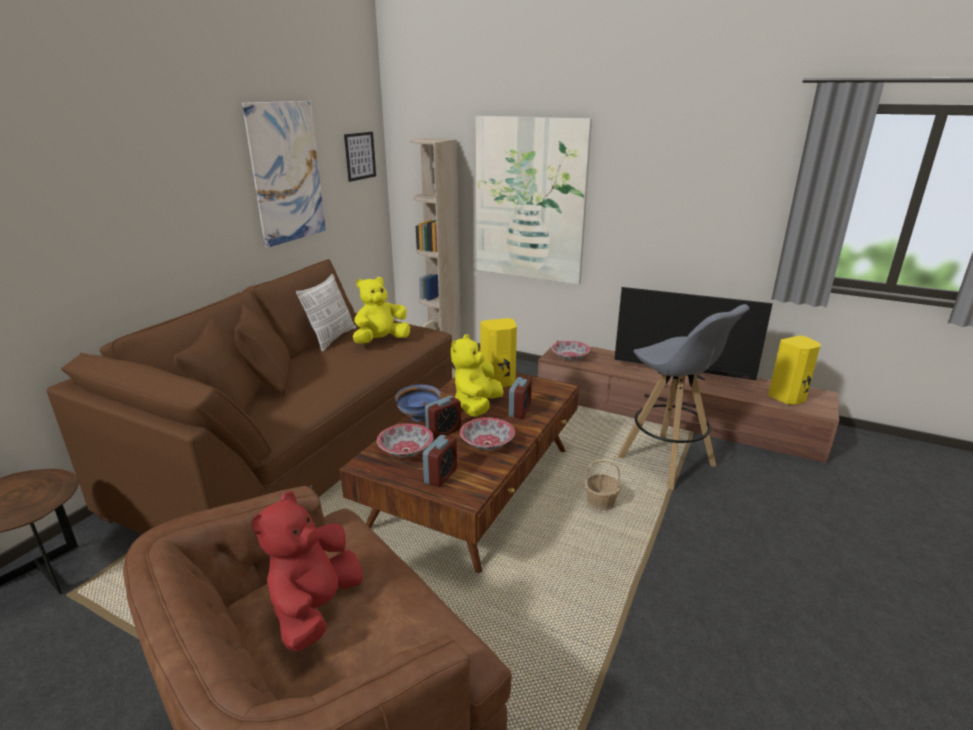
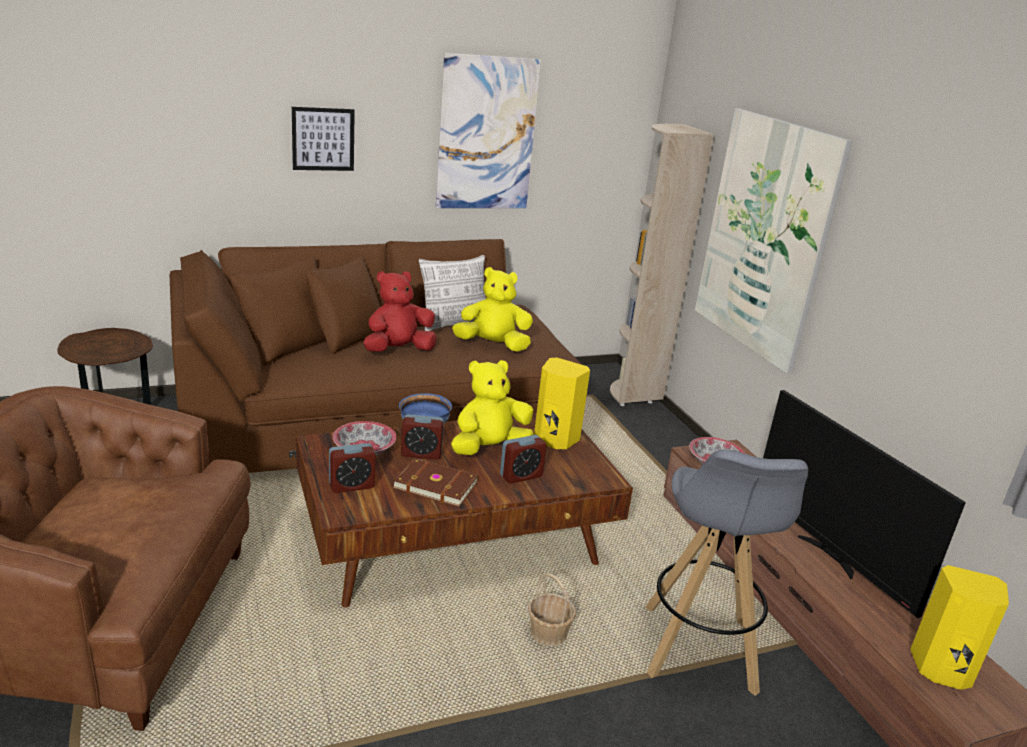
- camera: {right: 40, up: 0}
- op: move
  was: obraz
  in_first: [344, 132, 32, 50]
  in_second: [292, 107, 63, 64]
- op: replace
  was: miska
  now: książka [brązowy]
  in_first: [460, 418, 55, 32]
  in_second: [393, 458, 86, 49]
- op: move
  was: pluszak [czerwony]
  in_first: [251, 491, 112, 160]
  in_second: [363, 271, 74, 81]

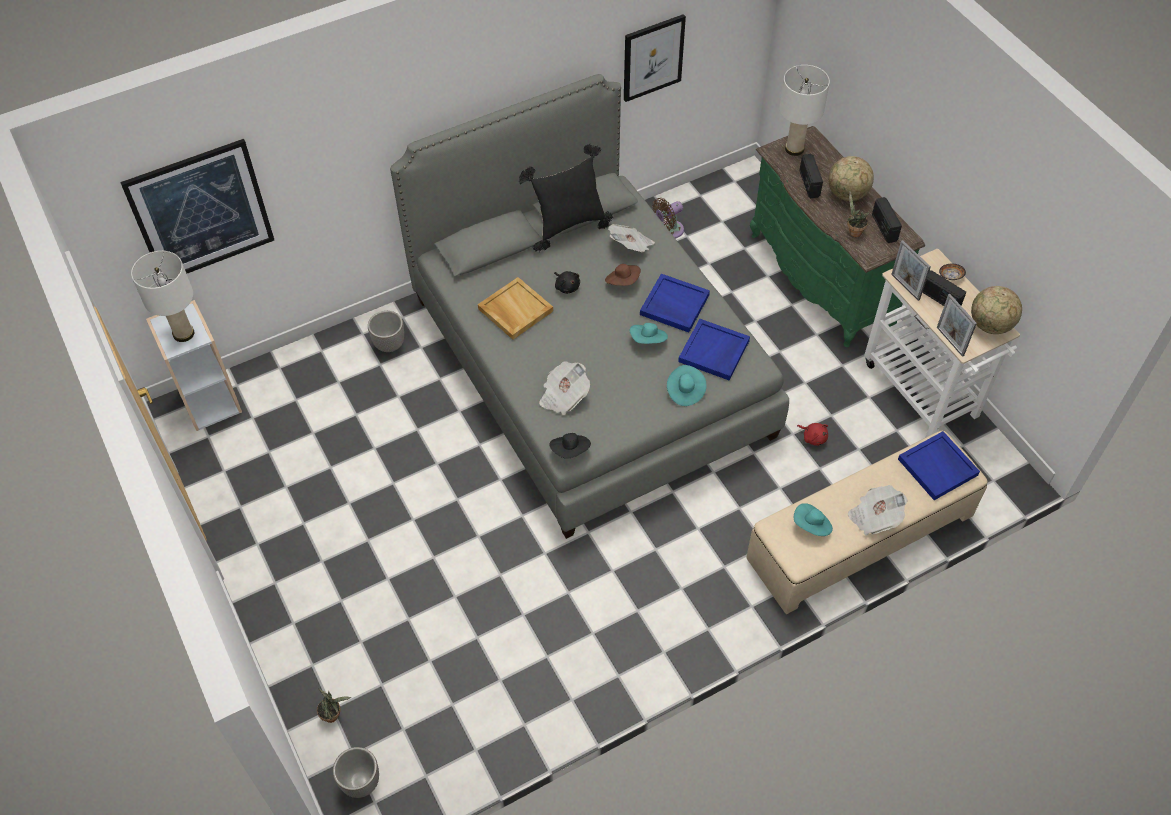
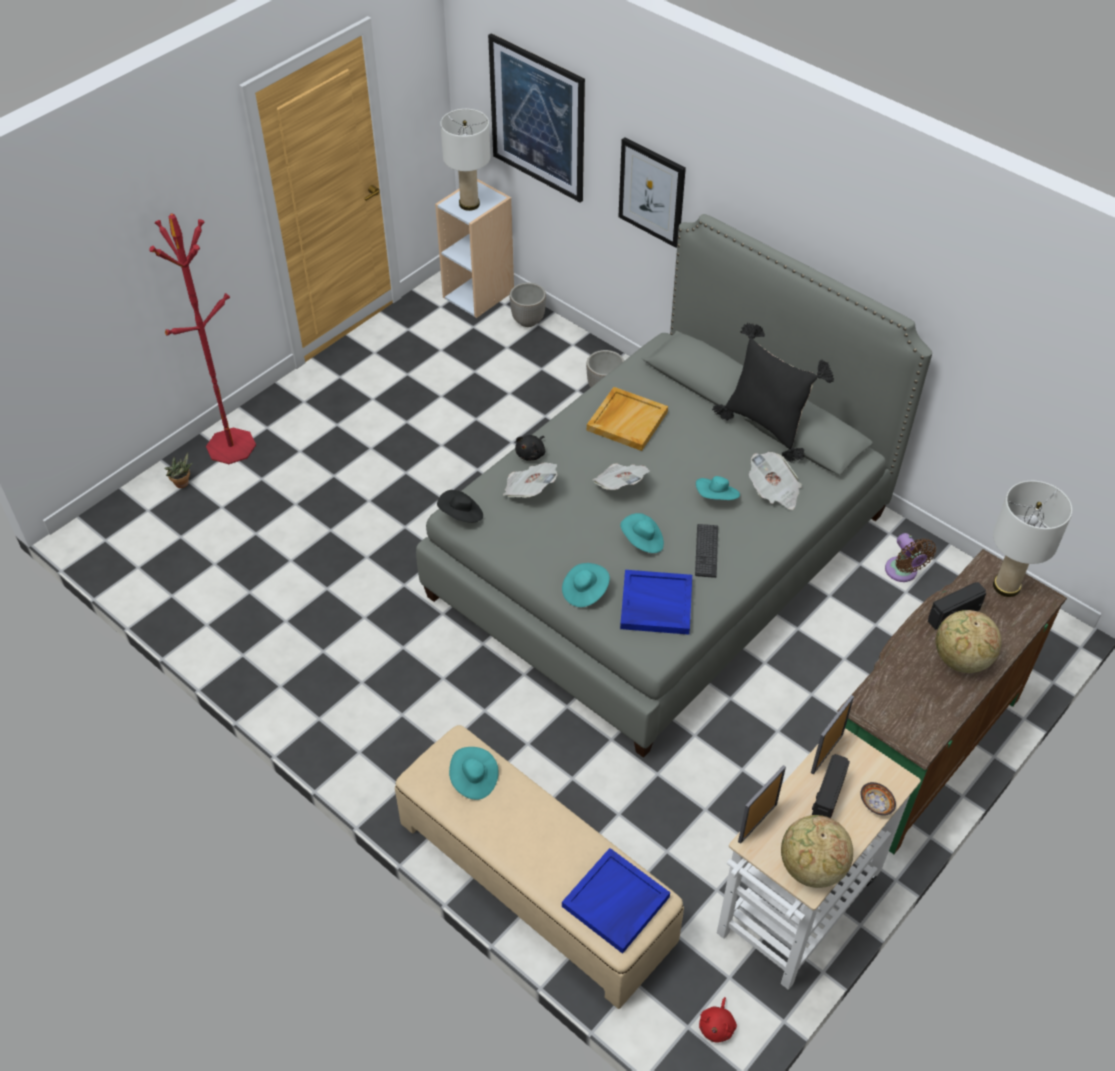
- camera: {right: 70, up: -5}
- op: move
  was: obraz
  in_first: [624, 14, 62, 88]
  in_second: [618, 137, 68, 111]
- op: delete
  was: roślina doniczkowa
  in_first: [846, 192, 24, 45]
- op: delete
  was: radio
  in_first: [872, 197, 30, 46]
- op: rotate
  was: wentylator [brązowy]
  in_first: [652, 198, 32, 40]
  in_second: [885, 533, 51, 49]
  clockwise: -150
- op: recolor
  was: kapelusz [brązowy]
  now: kapelusz [turkusowy]
  in_first: [605, 264, 36, 22]
  in_second: [696, 476, 44, 24]
- op: move
  was: pluszak [czarny]
  in_first: [554, 271, 26, 23]
  in_second: [515, 435, 30, 26]
- op: replace
  was: taca [niebieski]
  now: klawiatura
  in_first: [640, 274, 70, 58]
  in_second: [695, 524, 23, 54]
- op: move
  was: pluszak [czerwony]
  in_first: [797, 423, 31, 23]
  in_second: [699, 997, 38, 46]
- op: move
  was: gazeta
  in_first: [848, 485, 60, 51]
  in_second: [593, 463, 57, 27]
- op: move
  was: donica
  in_first: [333, 747, 46, 51]
  in_second: [509, 283, 37, 44]
- op: insert
  now: wieszak [czerwony]
  in_second: [149, 214, 107, 250]

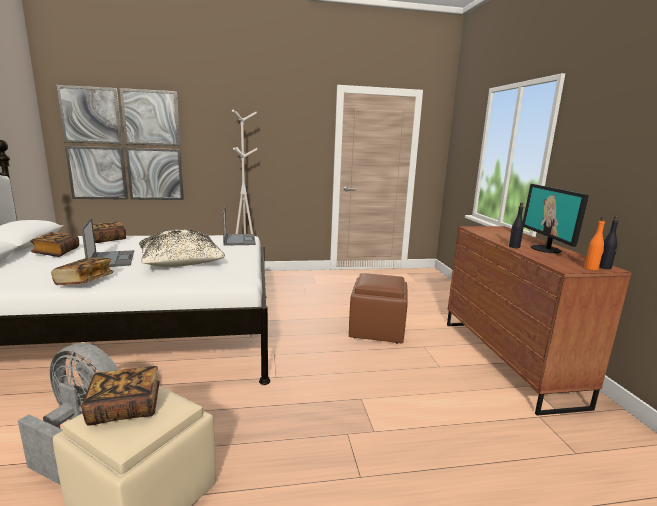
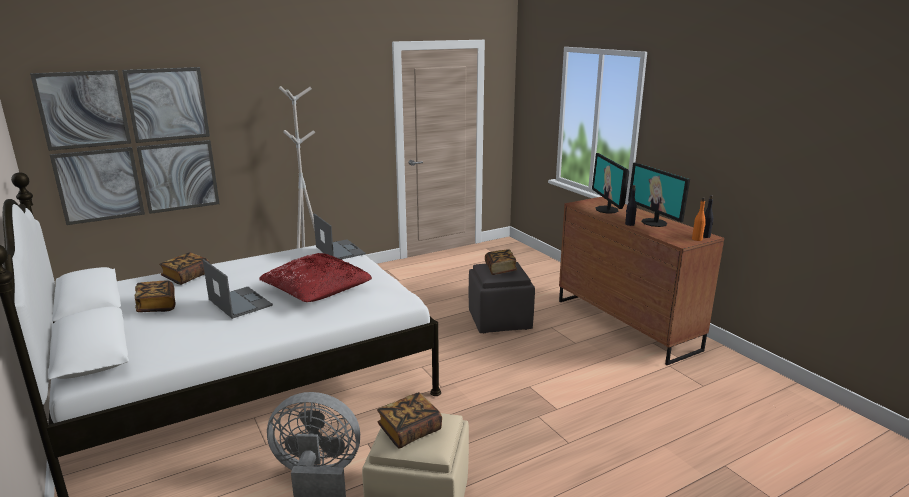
- camera: {right: -20, up: 5}
- op: recolor
  was: poduszka [beżowy]
  now: poduszka [czerwony]
  in_first: [138, 230, 87, 37]
  in_second: [259, 253, 113, 49]
- op: move
  was: książka
  in_first: [51, 258, 62, 27]
  in_second: [485, 249, 32, 26]
- op: recolor
  was: pufa [brązowy]
  now: pufa [szary]
  in_first: [349, 273, 59, 70]
  in_second: [469, 262, 66, 71]
- op: insert
  now: monitor
  in_second: [592, 153, 37, 61]

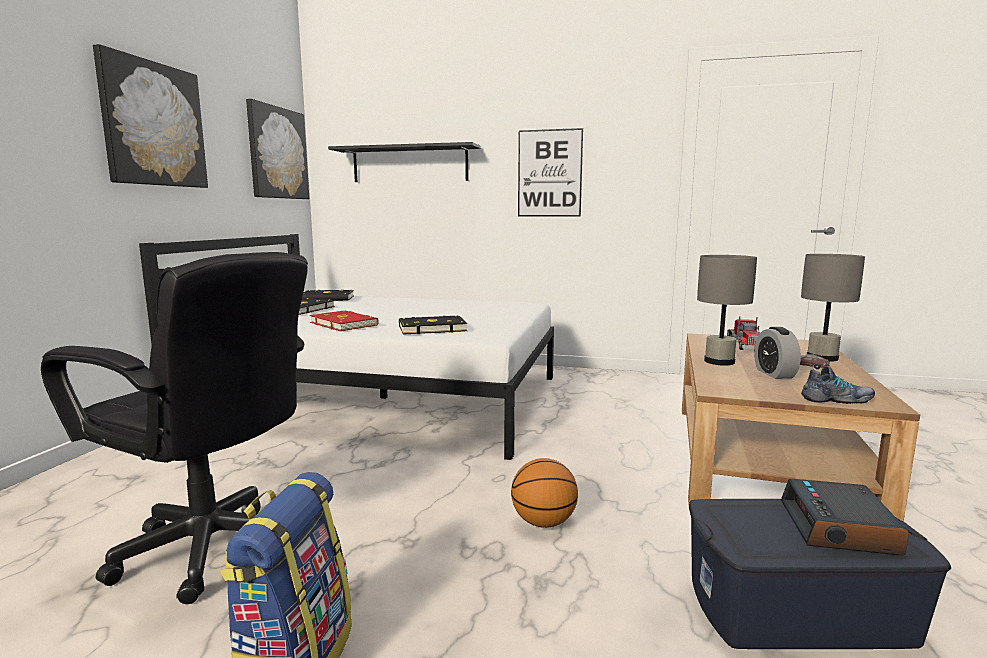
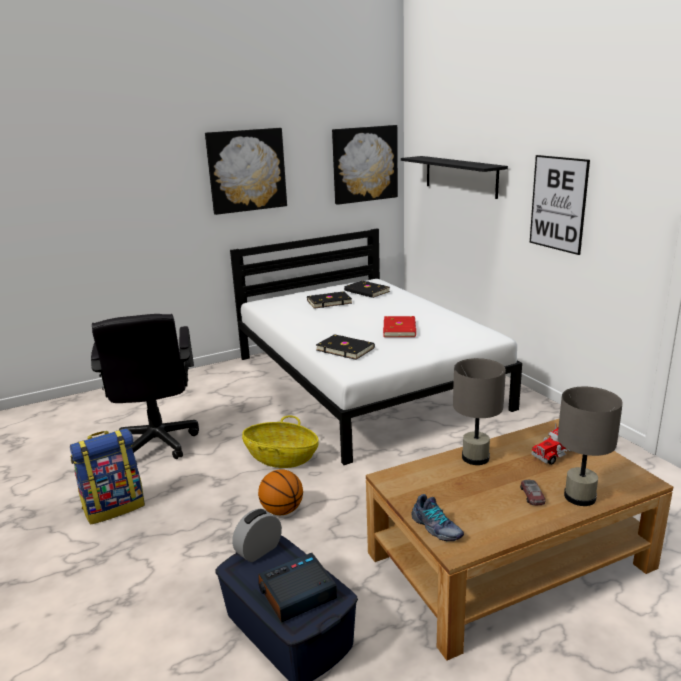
- camera: {right: 50, up: 10}
- op: move
  was: książka [czerwony]
  in_first: [310, 310, 69, 21]
  in_second: [383, 316, 33, 21]
- op: move
  was: budzik
  in_first: [754, 327, 47, 52]
  in_second: [232, 509, 50, 53]
- op: insert
  now: koszyk
  in_second: [242, 416, 77, 52]

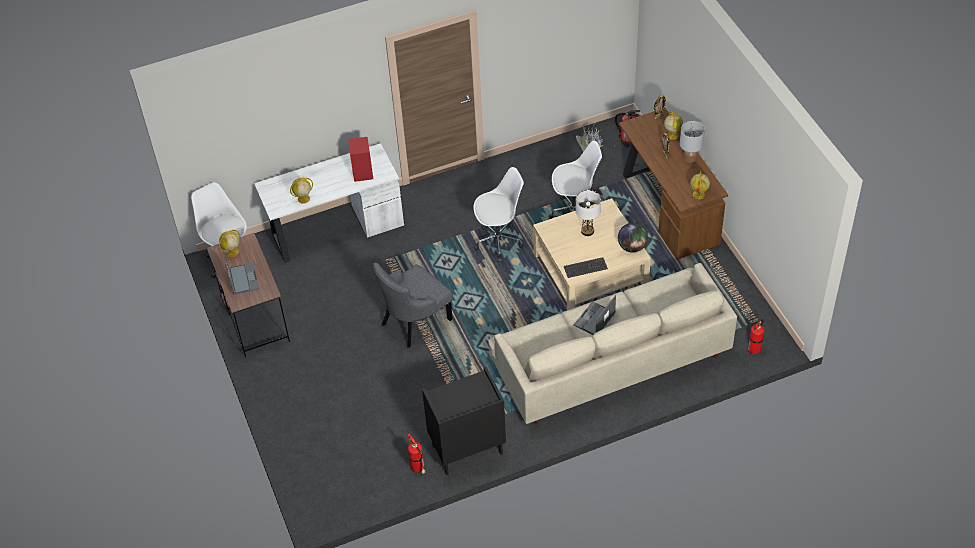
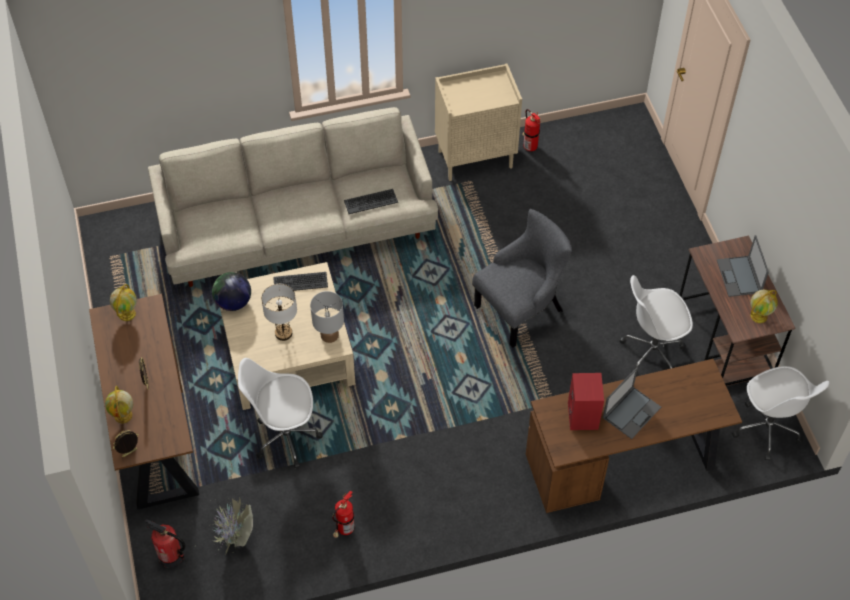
- camera: {right: -175, up: 5}
- op: move
  was: lampa stołowa [szary]
  in_first: [680, 121, 25, 42]
  in_second: [310, 291, 34, 52]
- op: recolor
  was: biurko [biały]
  now: biurko [brązowy]
  in_first: [254, 143, 150, 120]
  in_second: [526, 359, 216, 154]
- op: move
  was: krzesło biurowe [biały]
  in_first: [473, 167, 51, 95]
  in_second: [619, 275, 74, 97]
- op: delete
  was: globus
  in_first: [290, 178, 23, 26]
- op: move
  was: laptop
  in_first: [574, 295, 42, 40]
  in_second: [603, 367, 58, 72]
- op: move
  was: gaśnica
  in_first: [748, 319, 16, 36]
  in_second: [332, 491, 22, 47]
- op: recolor
  was: szafka [czarny]
  now: szafka [beżowy]
  in_first: [422, 366, 84, 109]
  in_second: [435, 63, 87, 118]
- op: insert
  now: klawiatura
  in_second: [344, 189, 54, 25]

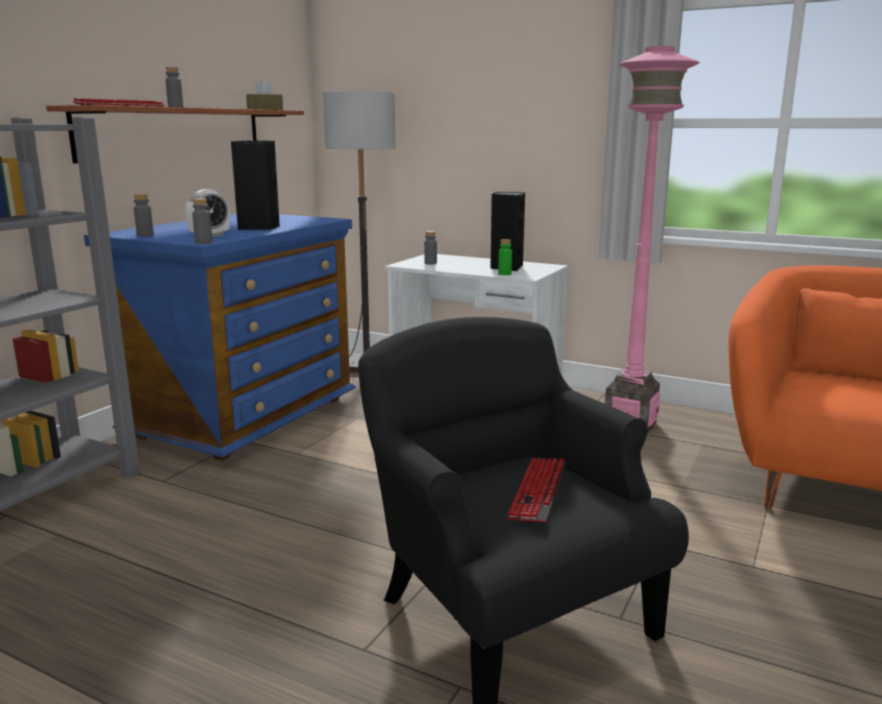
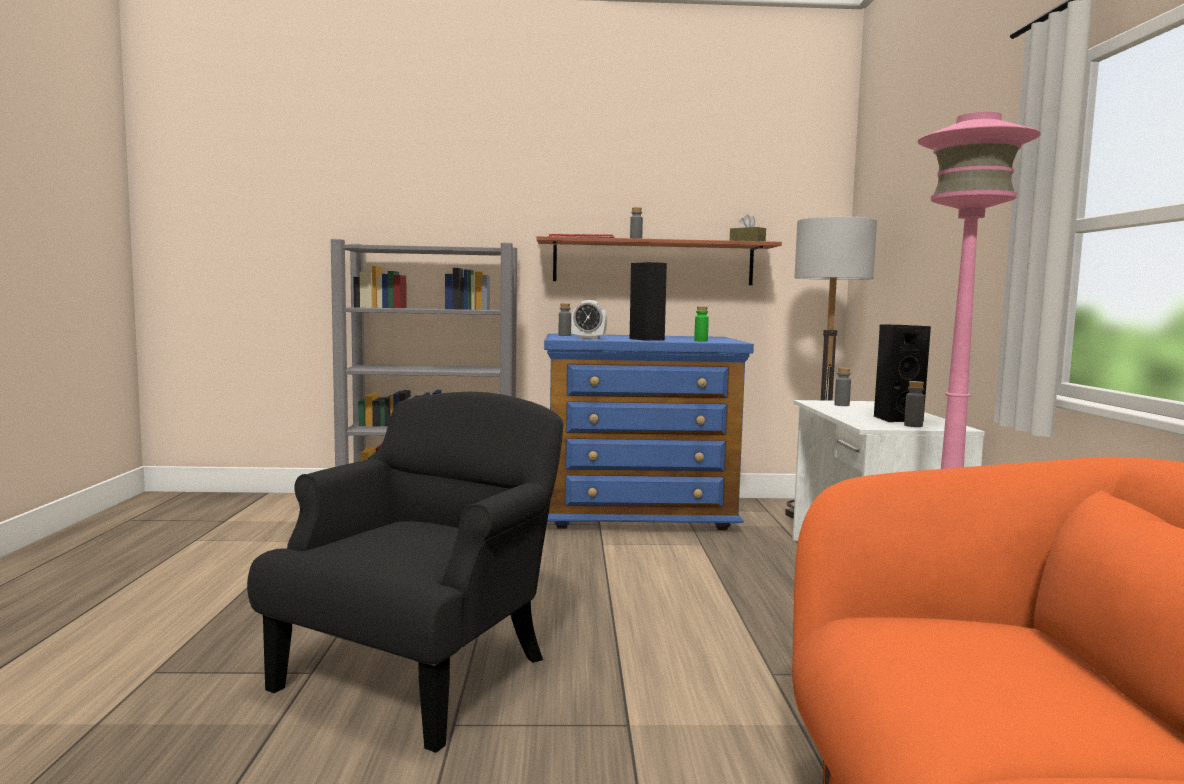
- camera: {right: 60, up: -10}
- op: move
  was: butelka [szary]
  in_first: [192, 198, 21, 46]
  in_second: [904, 381, 21, 46]
- op: move
  was: butelka [zielony]
  in_first: [498, 239, 14, 36]
  in_second: [694, 306, 15, 36]
- op: delete
  was: klawiatura
  in_first: [505, 458, 61, 64]

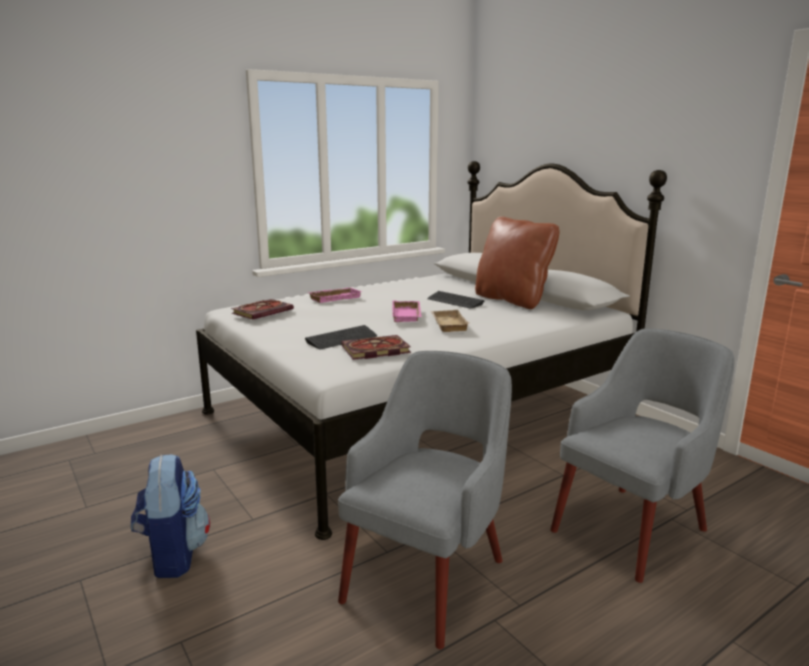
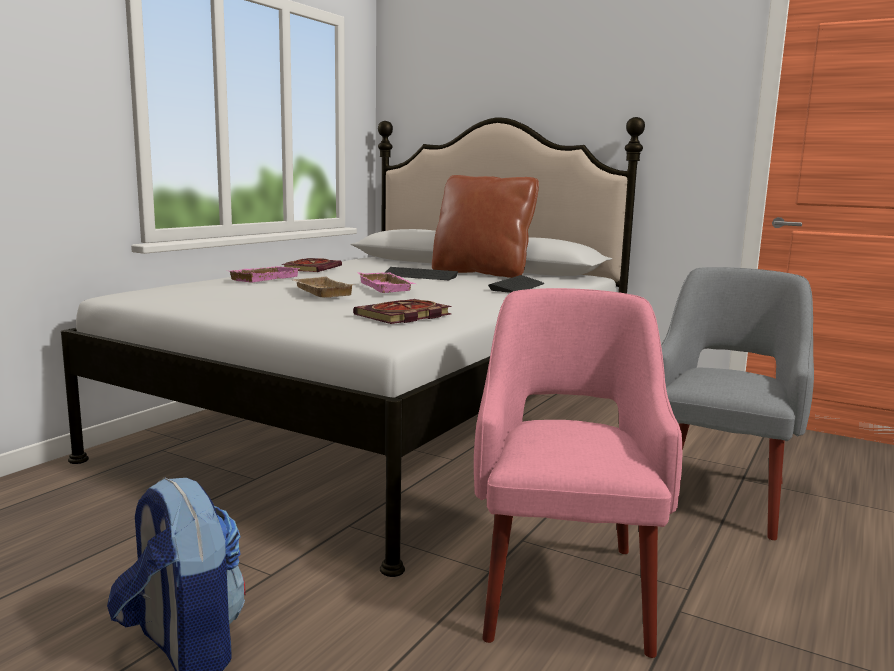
- camera: {right: -25, up: -5}
- op: move
  was: książka
  in_first: [231, 299, 63, 20]
  in_second: [281, 258, 61, 14]
- op: move
  was: taca [beżowy]
  in_first: [431, 310, 38, 22]
  in_second: [293, 277, 61, 20]
- op: move
  was: klawiatura
  in_first: [305, 325, 72, 25]
  in_second: [488, 275, 56, 18]
- op: recolor
  was: fotel [szary]
  now: fotel [różowy]
  in_first: [338, 351, 174, 298]
  in_second: [474, 288, 208, 370]

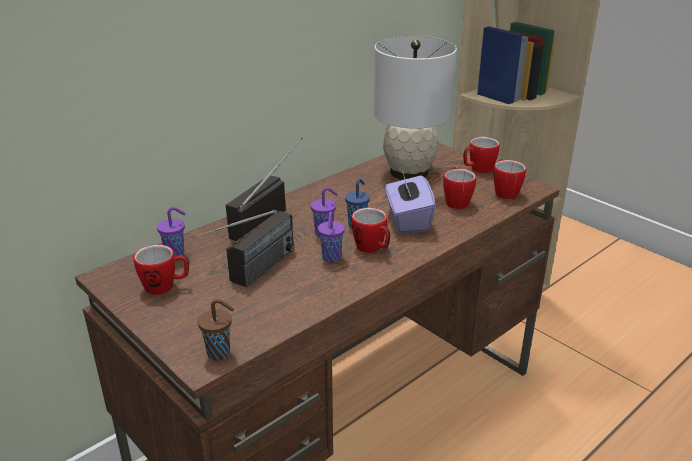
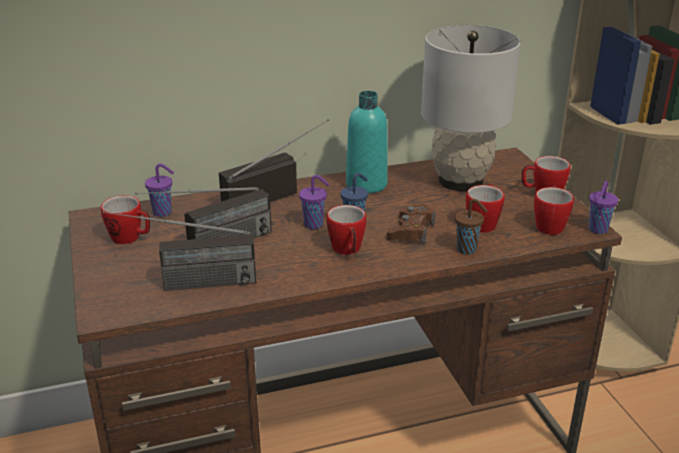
- camera: {right: 25, up: 0}
- op: replace
  was: pudełko chusteczek [fioletowy]
  now: pad do gier [brązowy]
  in_first: [385, 170, 51, 63]
  in_second: [386, 204, 49, 40]
- op: move
  was: filiżanka [fioletowy]
  in_first: [318, 211, 27, 52]
  in_second: [588, 181, 30, 53]
- op: move
  was: filiżanka [brązowy]
  in_first: [198, 299, 36, 61]
  in_second: [455, 199, 33, 56]
- op: insert
  now: butelka [turkusowy]
  in_second: [346, 91, 42, 103]
- op: insert
  now: radio
  in_second: [103, 211, 153, 80]

